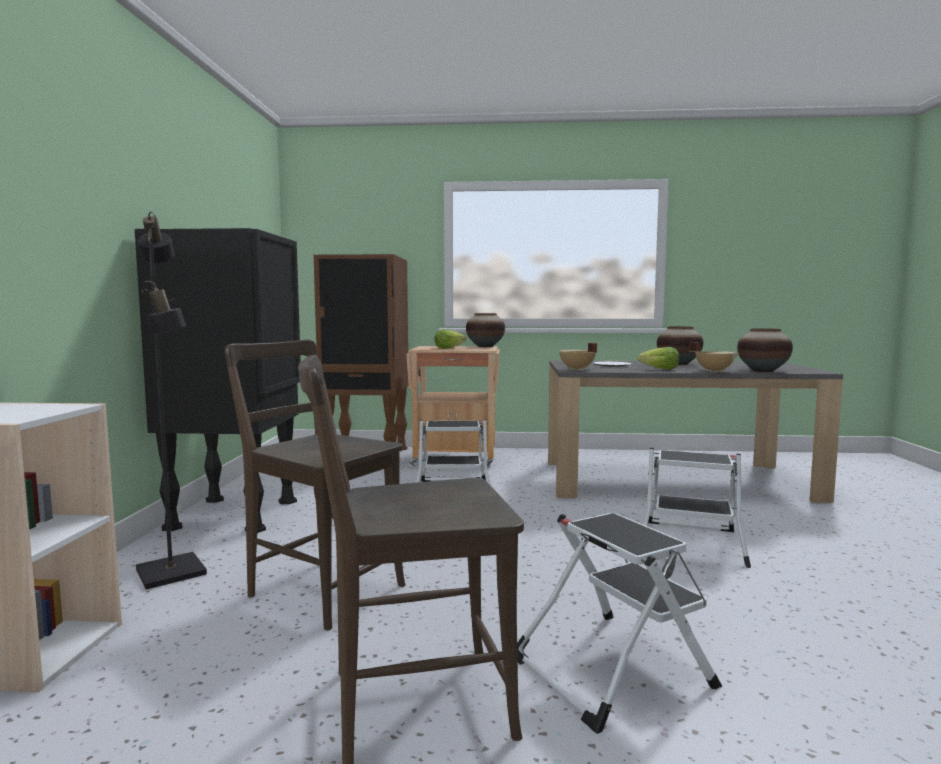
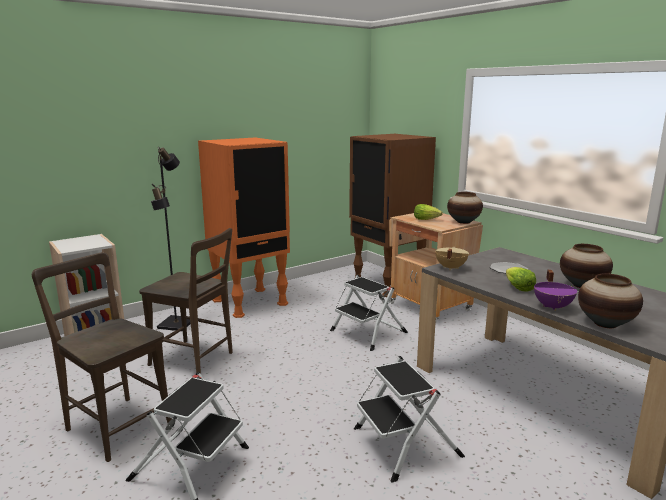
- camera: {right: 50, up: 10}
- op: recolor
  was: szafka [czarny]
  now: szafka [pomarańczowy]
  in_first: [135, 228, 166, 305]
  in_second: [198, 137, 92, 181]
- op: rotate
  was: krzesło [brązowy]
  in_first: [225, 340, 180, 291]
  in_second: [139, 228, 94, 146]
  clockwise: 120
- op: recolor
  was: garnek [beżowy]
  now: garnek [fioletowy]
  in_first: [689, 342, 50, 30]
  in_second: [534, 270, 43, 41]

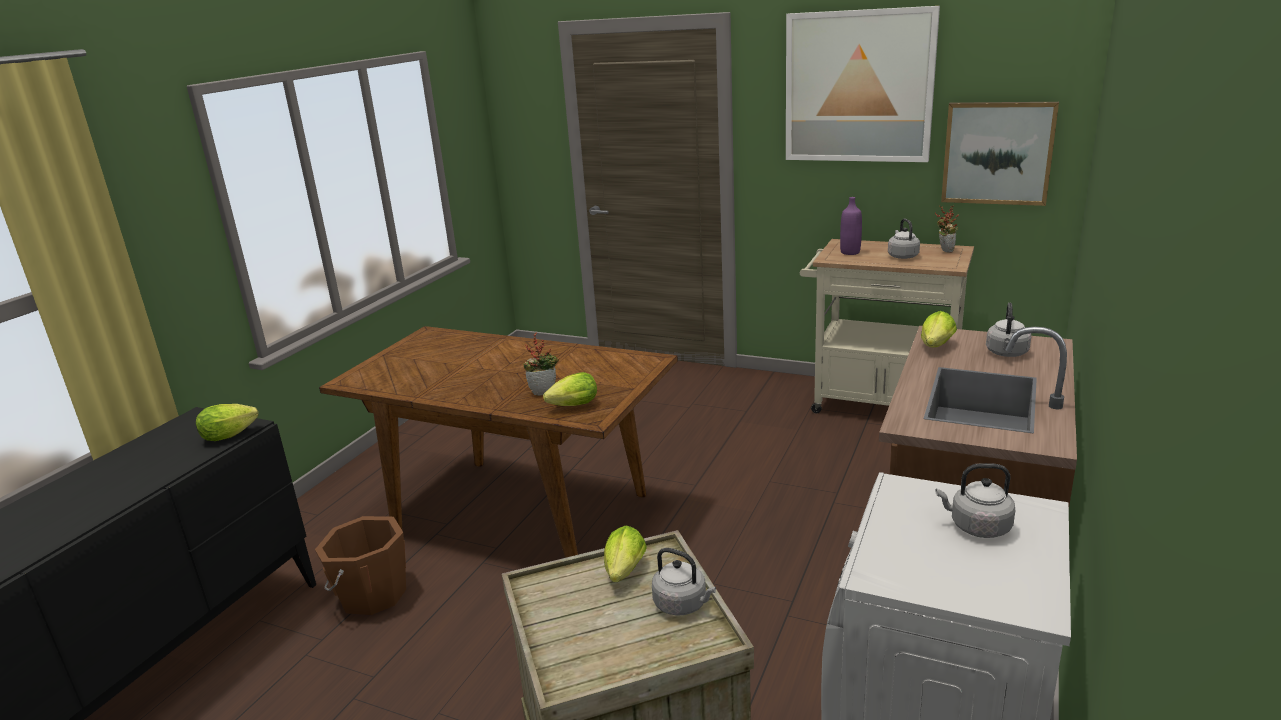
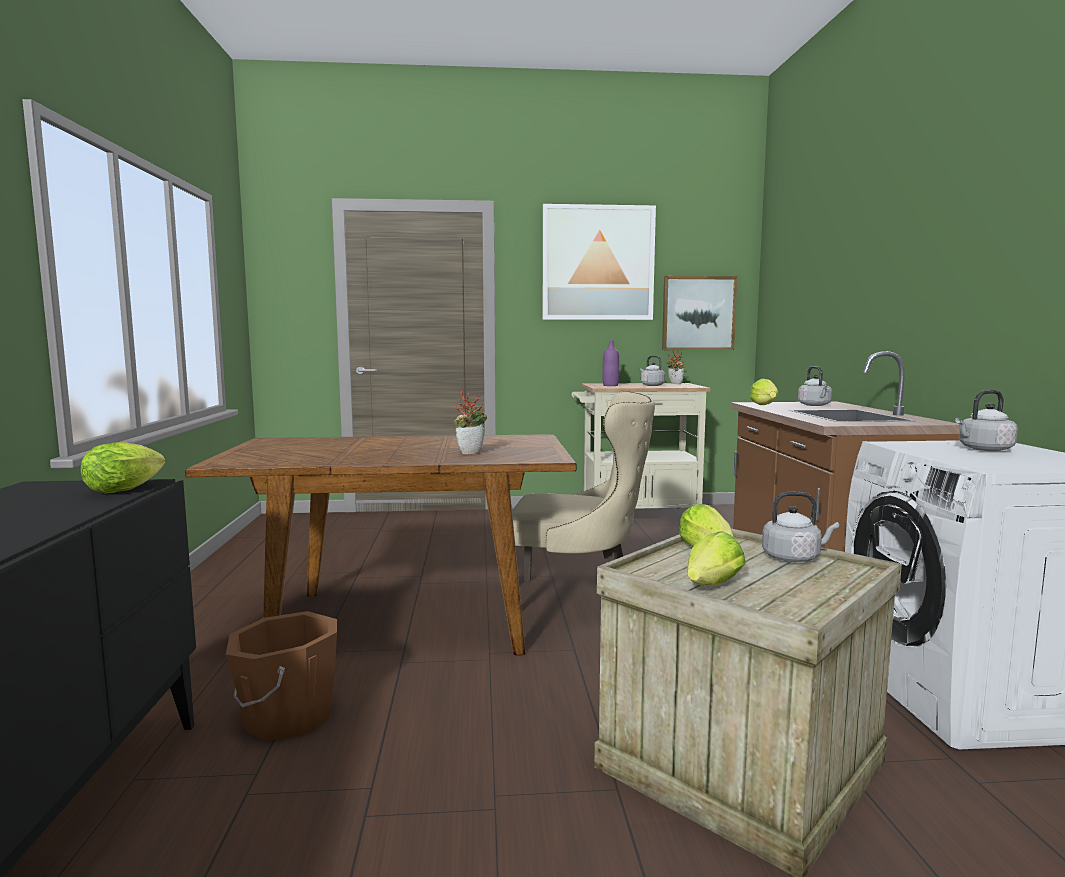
- camera: {right: -30, up: -15}
- op: move
  was: sałata
  in_first: [543, 372, 54, 34]
  in_second: [687, 531, 59, 55]
- op: insert
  now: krzesło [beżowy]
  in_second: [504, 391, 151, 230]

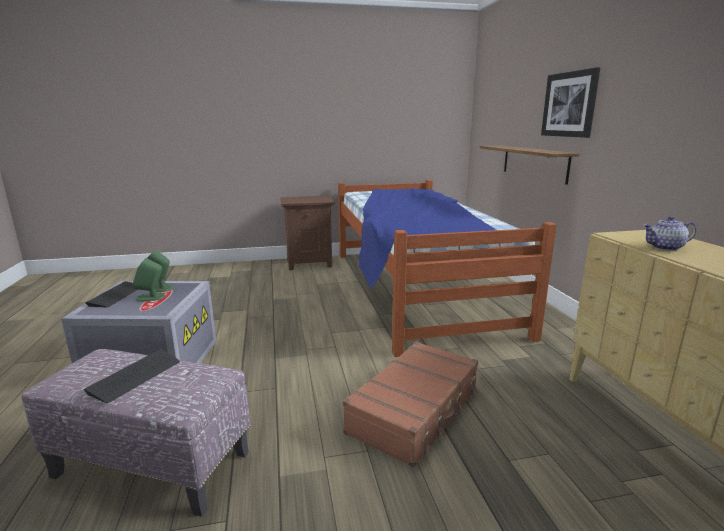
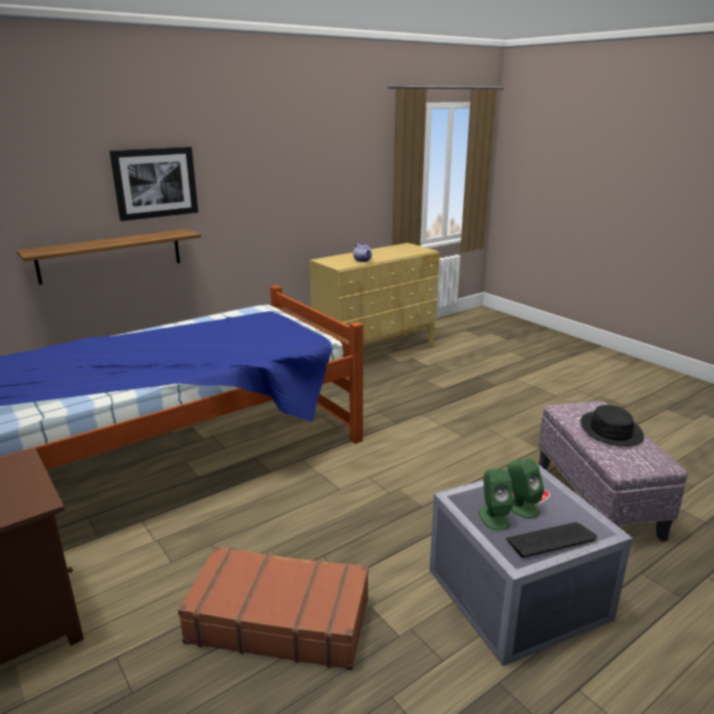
- camera: {right: -115, up: 5}
- op: move
  was: walizka [brązowy]
  in_first: [343, 341, 135, 126]
  in_second: [178, 546, 191, 124]
- op: replace
  was: klawiatura
  now: kapelusz [czarny]
  in_first: [83, 349, 97, 54]
  in_second: [581, 405, 63, 42]

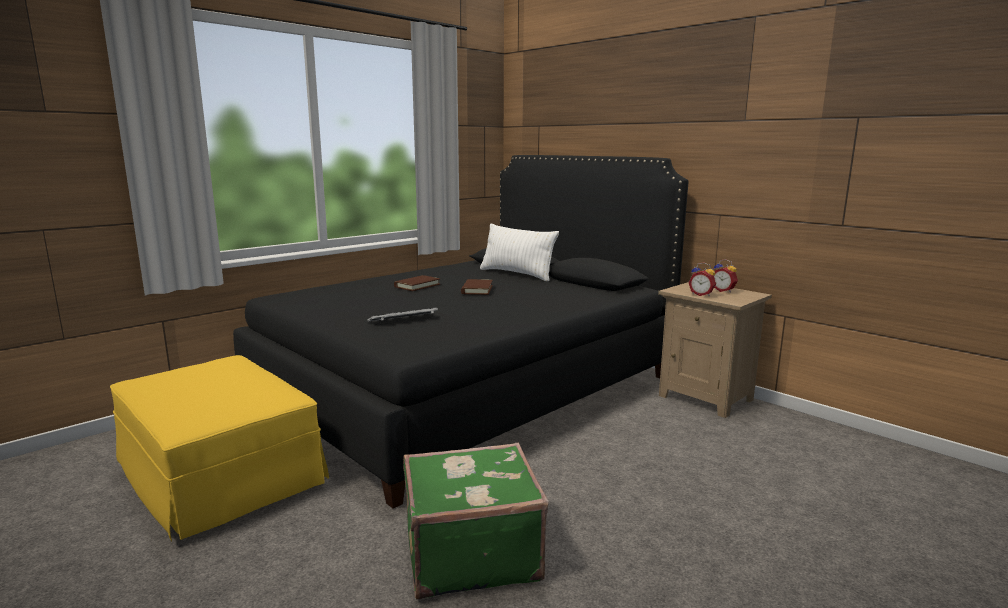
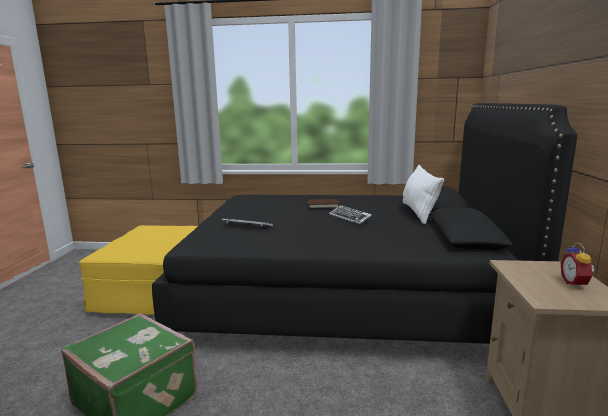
- camera: {right: 50, up: 0}
- op: delete
  was: budzik
  in_first: [688, 263, 28, 33]
- op: replace
  was: książka [brązowy]
  now: klawiatura
  in_first: [461, 279, 32, 16]
  in_second: [329, 205, 43, 20]

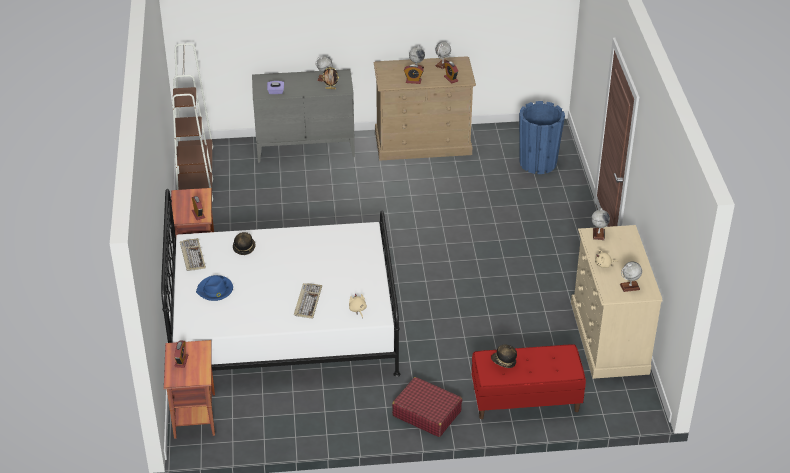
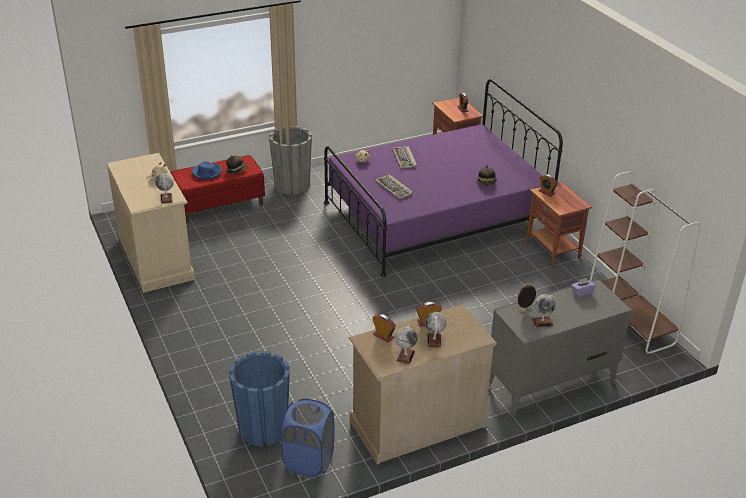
- camera: {right: 160, up: -5}
- op: recolor
  was: łóżko [biały]
  now: łóżko [fioletowy]
  in_first: [161, 189, 239, 188]
  in_second: [324, 79, 239, 198]
- op: move
  was: klawiatura
  in_first: [180, 238, 26, 33]
  in_second: [375, 175, 38, 24]
- op: delete
  was: globus
  in_first: [620, 262, 22, 30]
- op: move
  was: kapelusz [niebieski]
  in_first: [196, 275, 37, 26]
  in_second: [192, 162, 30, 18]
- op: replace
  was: walizka [czerwony]
  now: donica [szary]
  in_first: [392, 377, 70, 60]
  in_second: [269, 126, 43, 69]
- op: insert
  now: kosz na pranie [niebieski]
  in_second: [281, 398, 54, 79]

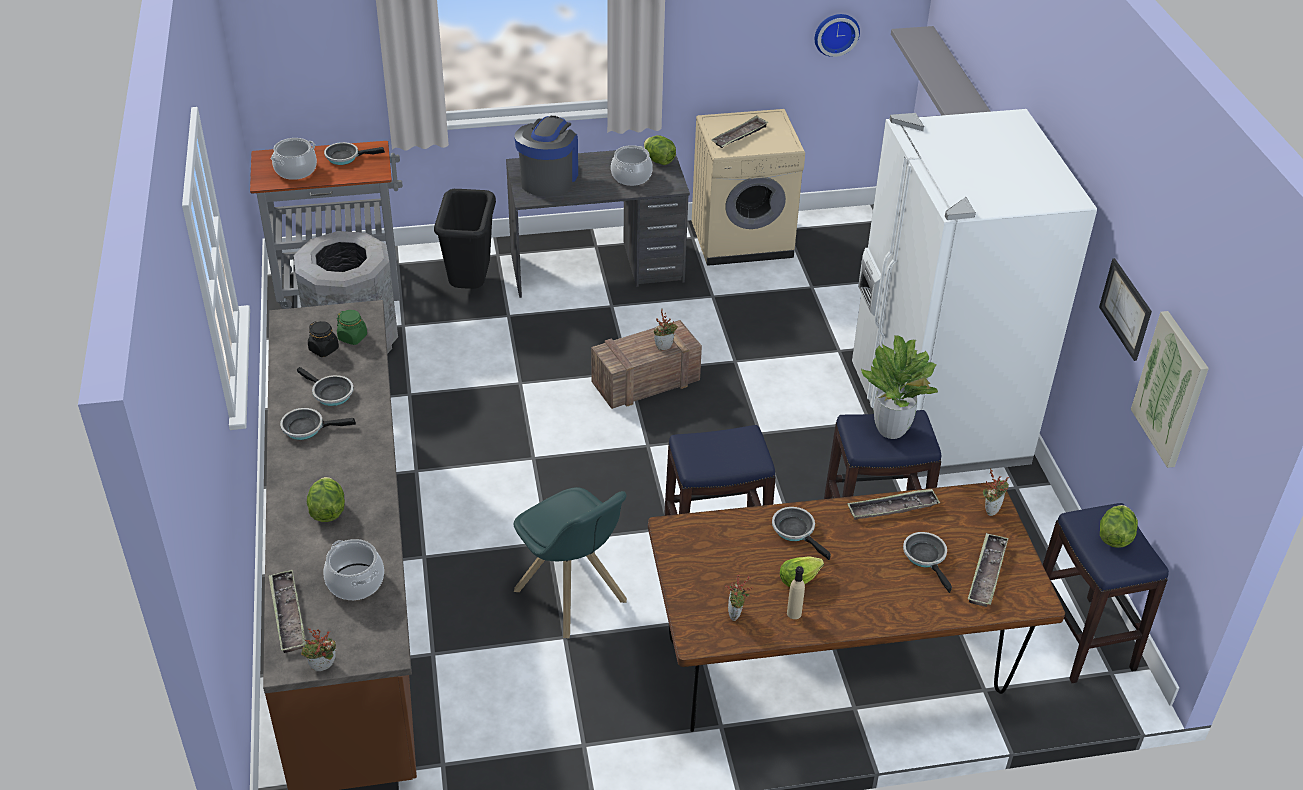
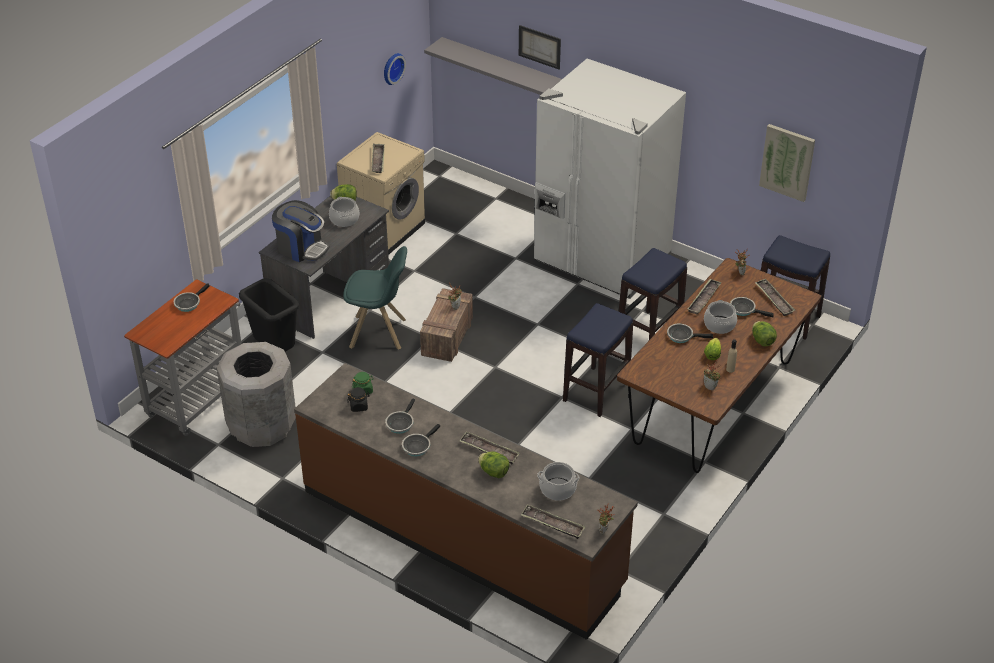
- camera: {right: -45, up: 0}
- op: rotate
  was: ekspres do kawy
  in_first: [514, 116, 64, 81]
  in_second: [272, 200, 58, 62]
  clockwise: 150
- op: move
  was: garnek
  in_first: [271, 138, 46, 42]
  in_second: [704, 300, 33, 34]
- op: move
  was: obraz
  in_first: [1099, 258, 53, 103]
  in_second: [519, 25, 42, 44]
- op: delete
  was: roślina doniczkowa
  in_first: [861, 335, 77, 104]
- op: rotate
  was: patelnia
  in_first: [297, 367, 57, 39]
  in_second: [385, 398, 30, 36]
  clockwise: 120
- op: move
  was: krzesło [turkusowy]
  in_first: [514, 487, 113, 151]
  in_second: [343, 246, 64, 104]
- op: move
  was: sałata
  in_first: [1100, 505, 38, 43]
  in_second: [752, 321, 25, 26]
- op: insert
  now: taca
  in_second: [460, 432, 60, 32]

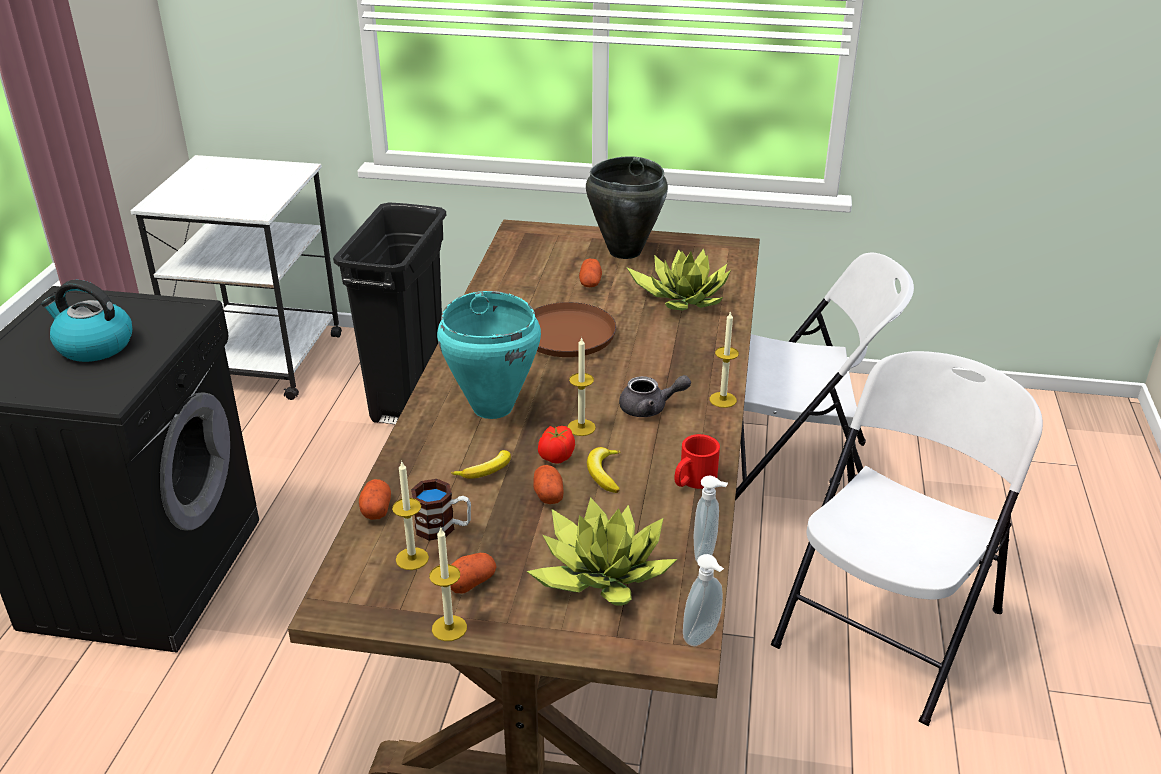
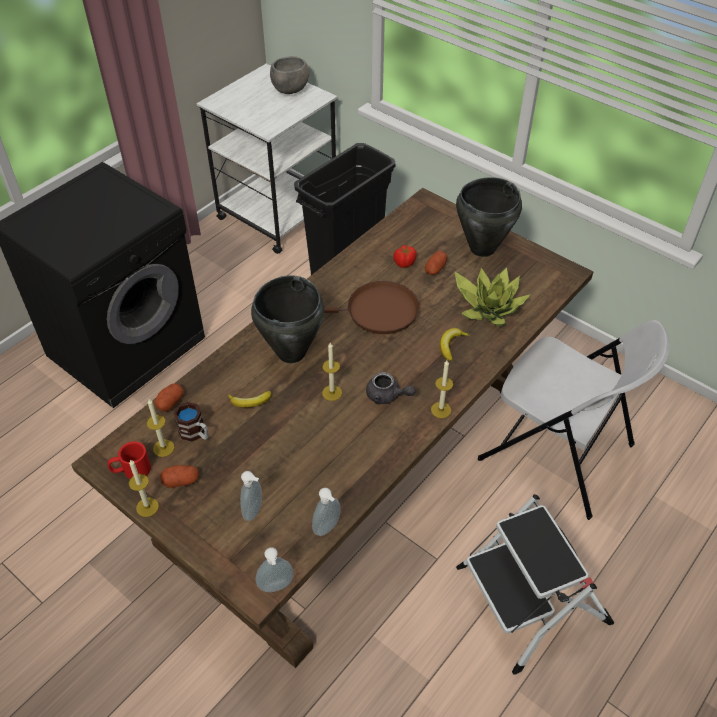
- camera: {right: 30, up: 15}
- op: delete
  was: czajnik
  in_first: [41, 280, 91, 82]
- op: recolor
  was: garnek [turkusowy]
  now: garnek [czarny]
  in_first: [437, 291, 104, 128]
  in_second: [251, 276, 73, 87]
- op: replace
  was: krzesło [biały]
  now: drabinka
  in_first: [771, 351, 272, 375]
  in_second: [456, 494, 158, 181]
- op: move
  was: pomidor
  in_first: [538, 426, 37, 38]
  in_second: [393, 245, 24, 23]
- op: move
  was: kubek [czerwony]
  in_first: [675, 434, 45, 55]
  in_second: [108, 441, 43, 38]
- op: move
  was: banan
  in_first: [587, 447, 34, 46]
  in_second: [440, 328, 30, 33]
- op: delete
  was: ziemniak
  in_first: [533, 465, 31, 39]
- op: replace
  was: roślina doniczkowa
  now: dozownik mydła
  in_first: [526, 497, 151, 109]
  in_second: [240, 471, 22, 50]
- op: insert
  now: miska [szary]
  in_second: [270, 56, 39, 38]

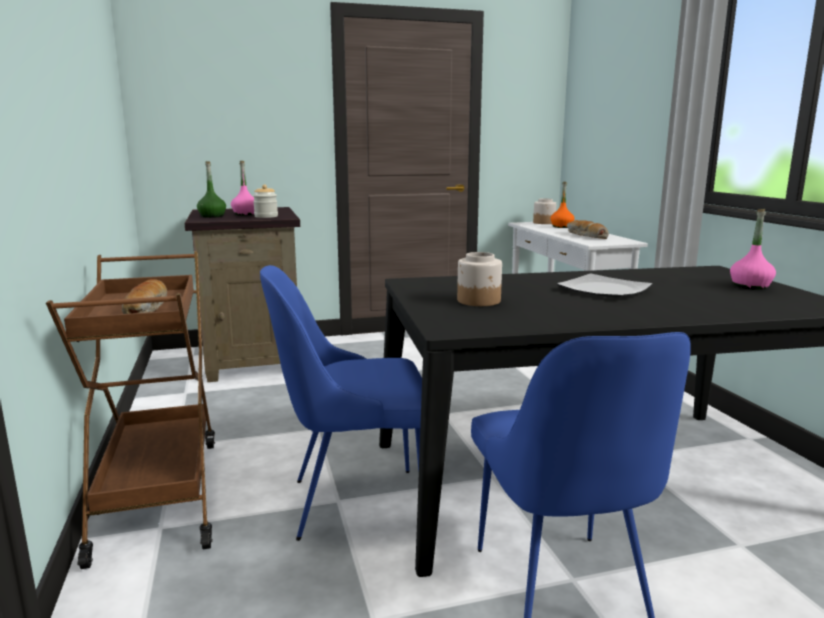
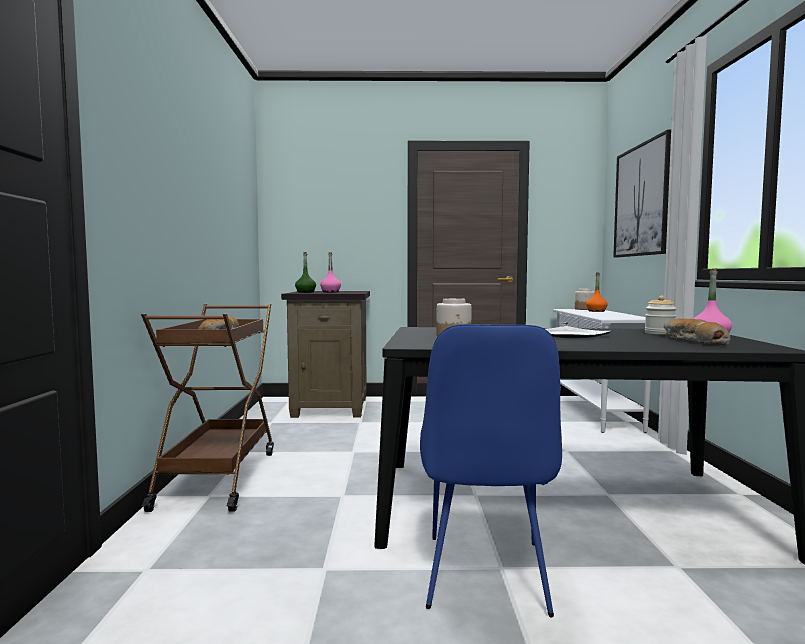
- camera: {right: 15, up: -10}
- op: move
  was: słoik
  in_first: [253, 184, 25, 34]
  in_second: [645, 296, 32, 39]
- op: move
  was: chleb
  in_first: [567, 220, 42, 19]
  in_second: [664, 318, 67, 28]
- op: delete
  was: krzesło [niebieski]
  in_first: [260, 265, 162, 276]
- op: insert
  now: obraz
  in_second: [613, 130, 58, 127]

